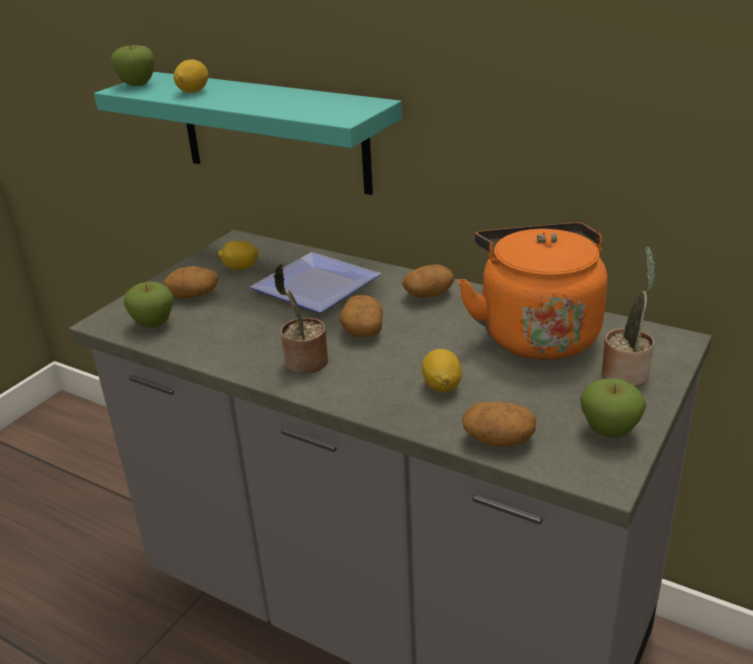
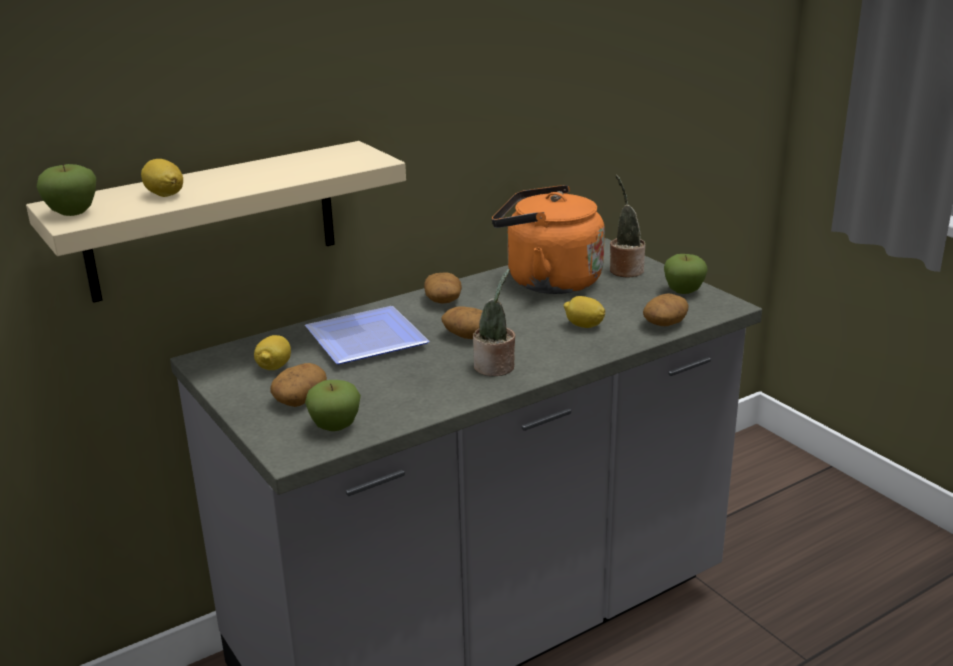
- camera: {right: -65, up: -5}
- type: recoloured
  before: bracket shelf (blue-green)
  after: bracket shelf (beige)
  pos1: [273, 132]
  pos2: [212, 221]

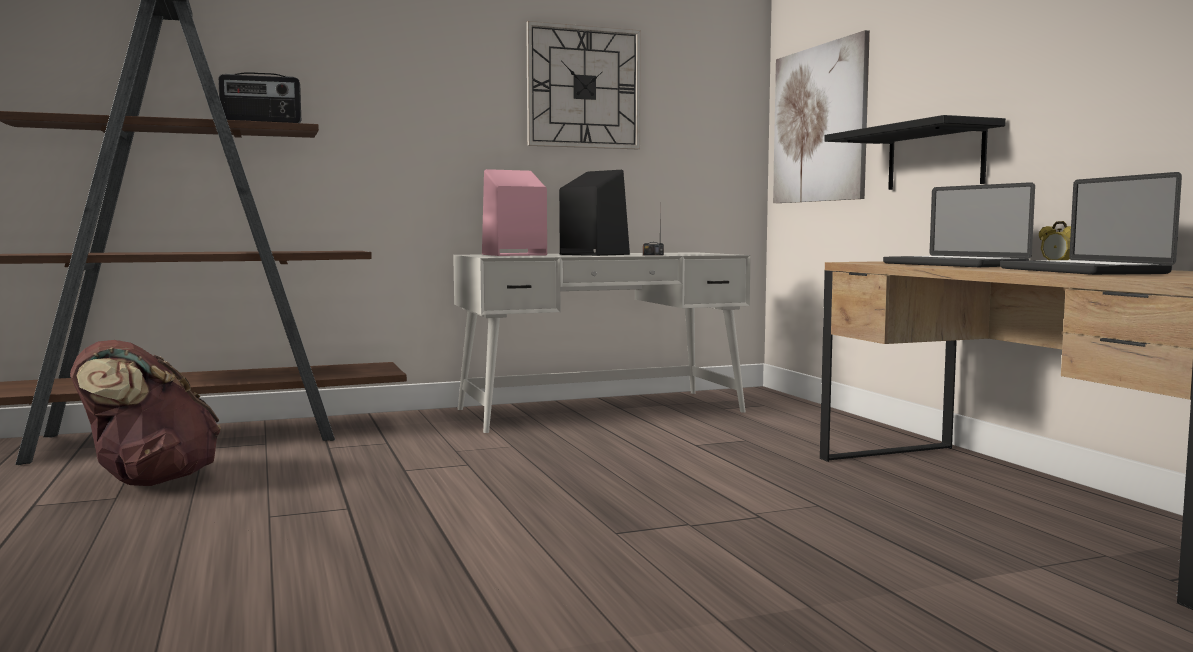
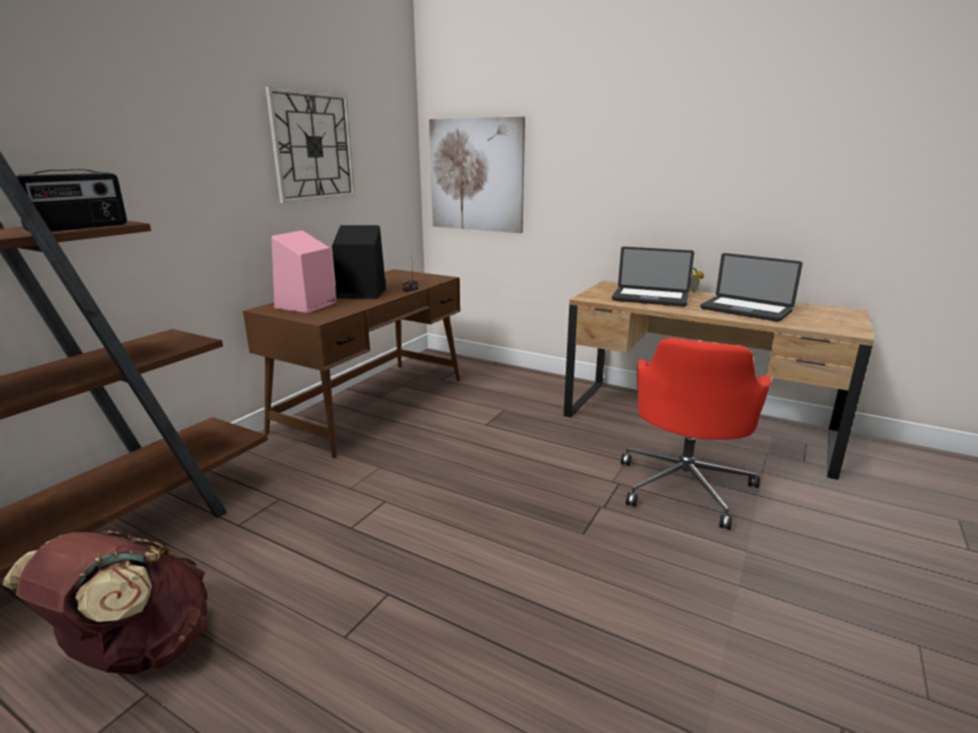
- camera: {right: -40, up: 15}
- type: recoloured
  before: desk unit (white-coloured)
  after: desk unit (brown-coloured)
  pos1: [601, 410]
  pos2: [373, 404]
- type: removed
  before: bracket shelf (black-coloured)
  pos1: [935, 157]
- type: added
  after: desk chair (red)
  pos2: [685, 485]

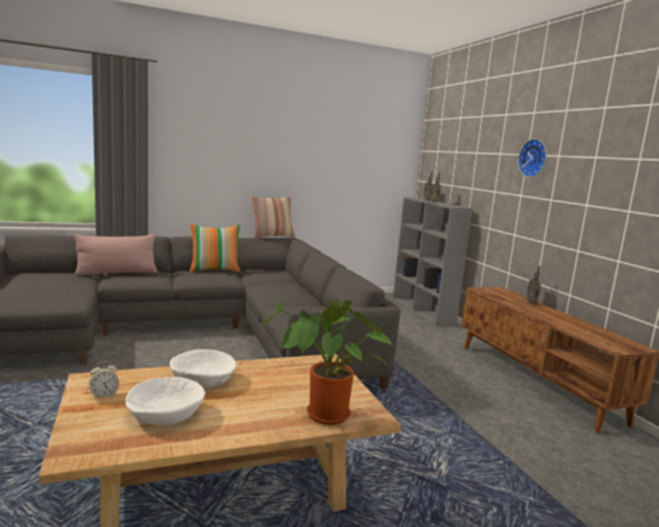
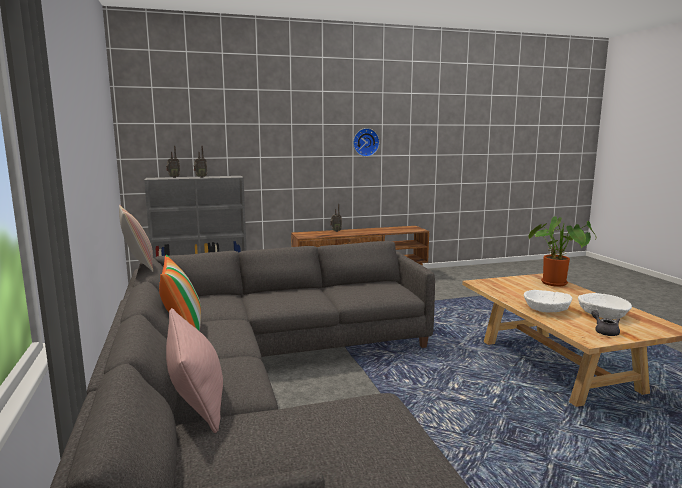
- camera: {right: -85, up: 0}
- type: replaced
  before: alarm clock
  after: teapot (grey)
  pos1: [104, 395]
  pos2: [605, 331]
- type: moved
  before: hanging clock
  pos1: [534, 158]
  pos2: [365, 142]

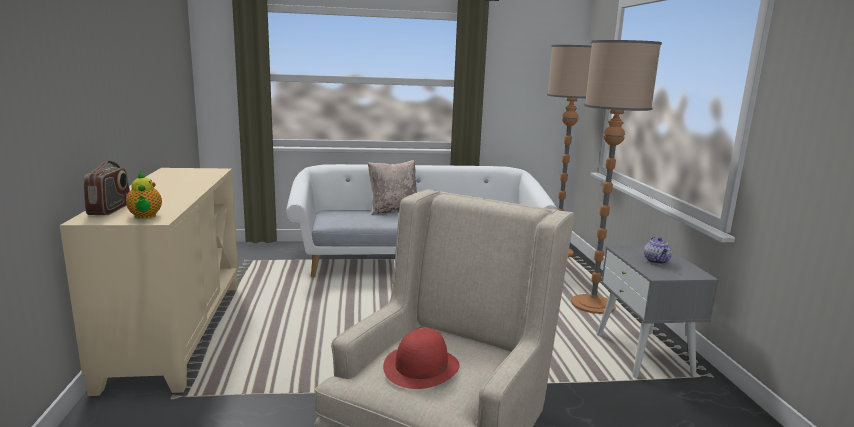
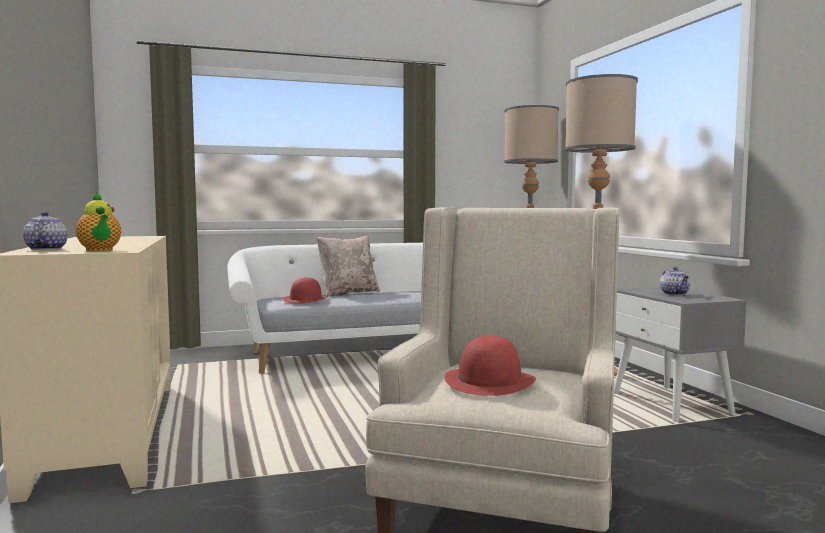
- camera: {right: -10, up: -10}
- type: replaced
  before: radio set
  after: teapot
  pos1: [110, 209]
  pos2: [46, 249]
- type: added
  after: hat (red)
  pos2: [306, 300]

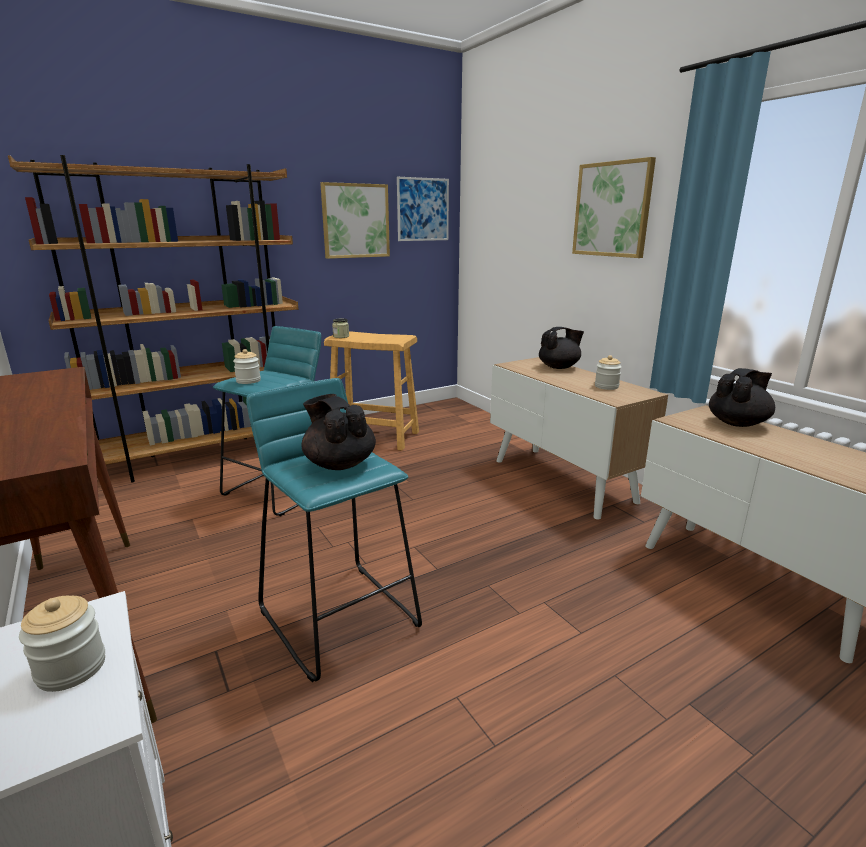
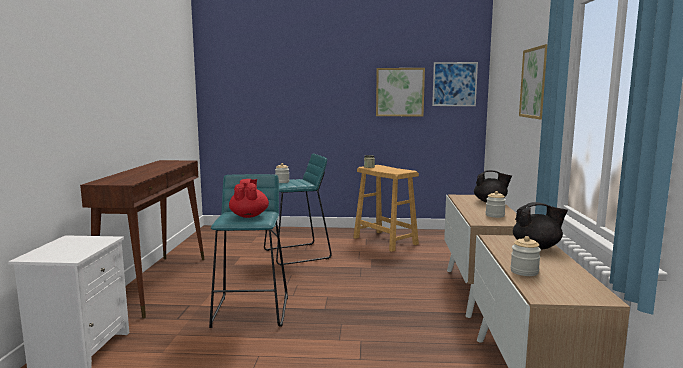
- camera: {right: 35, up: -10}
- type: removed
  before: bookshelf (brown-coloured)
  pos1: [206, 455]
- type: moved
  before: jar
  pos1: [71, 668]
  pos2: [524, 271]
- type: recoloured
  before: teapot (black-coloured)
  after: teapot (red)
  pos1: [339, 464]
  pos2: [249, 216]

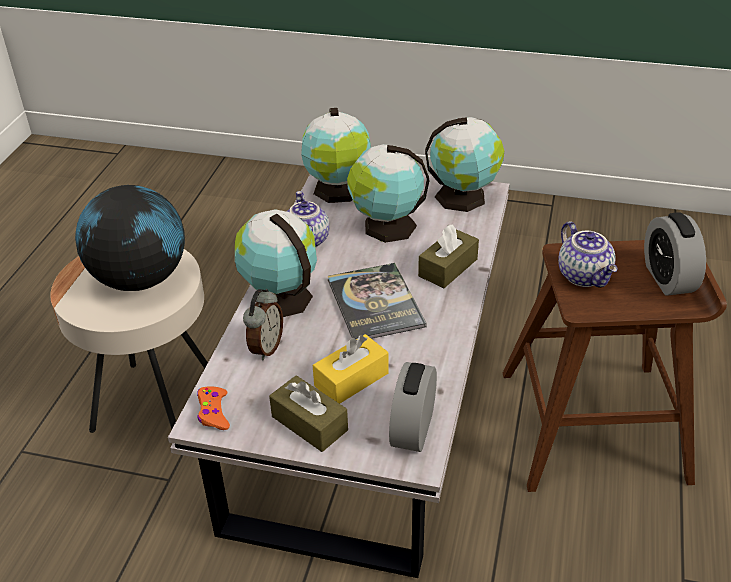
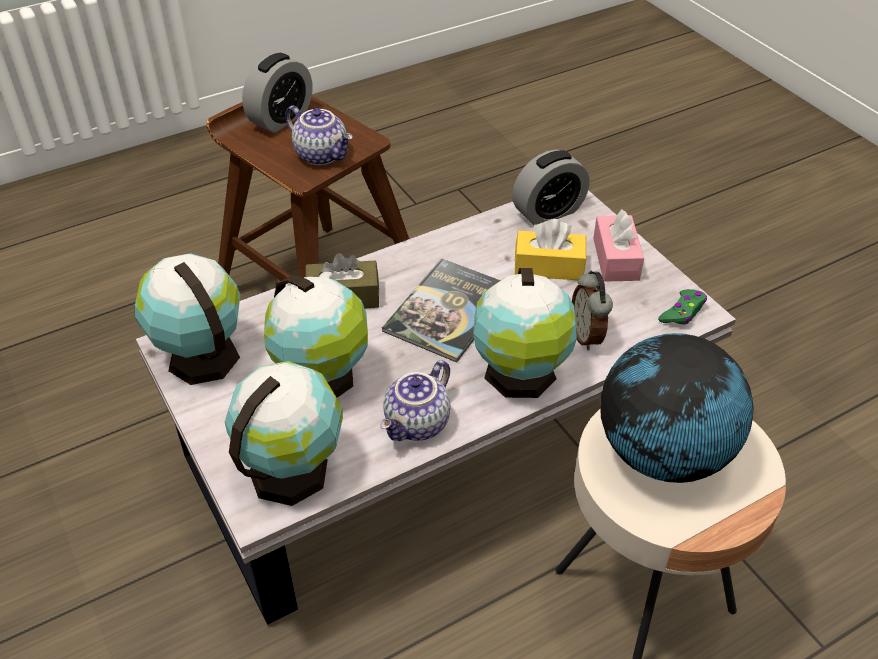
- camera: {right: -135, up: 5}
- type: recoloured
  before: joypad (orangey)
  after: joypad (green-coloured)
  pos1: [213, 412]
  pos2: [682, 312]
- type: turned
  before: alarm clock
  pos1: [265, 348]
  pos2: [587, 336]
  turn: -75
- type: recoloured
  before: box of tissues (brown-coloured)
  after: box of tissues (pink)
  pos1: [309, 423]
  pos2: [615, 259]
- type: turned
  before: teapot
  pos1: [585, 276]
  pos2: [322, 155]
  turn: 105

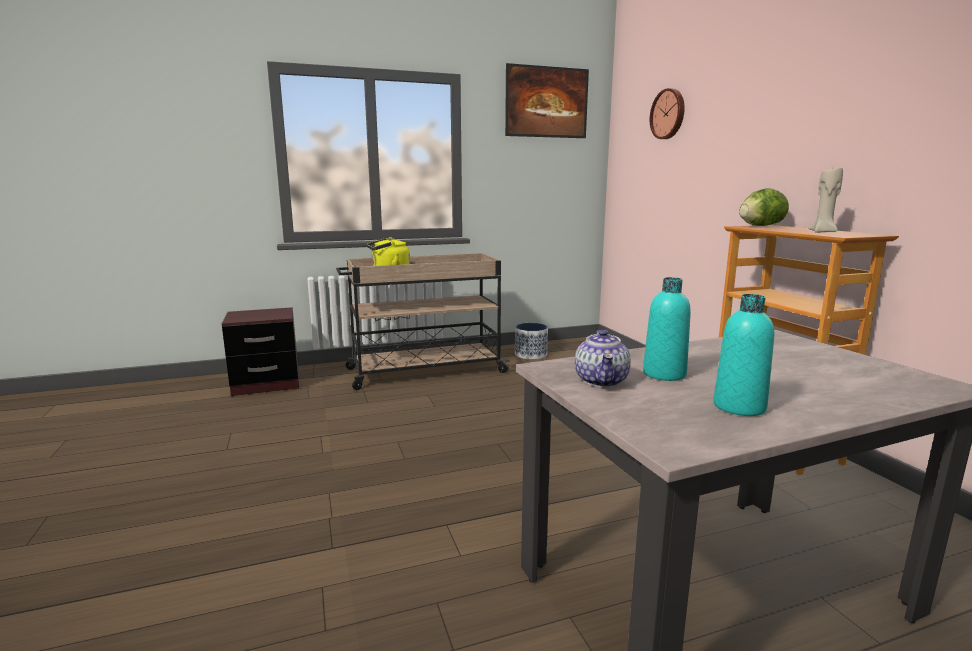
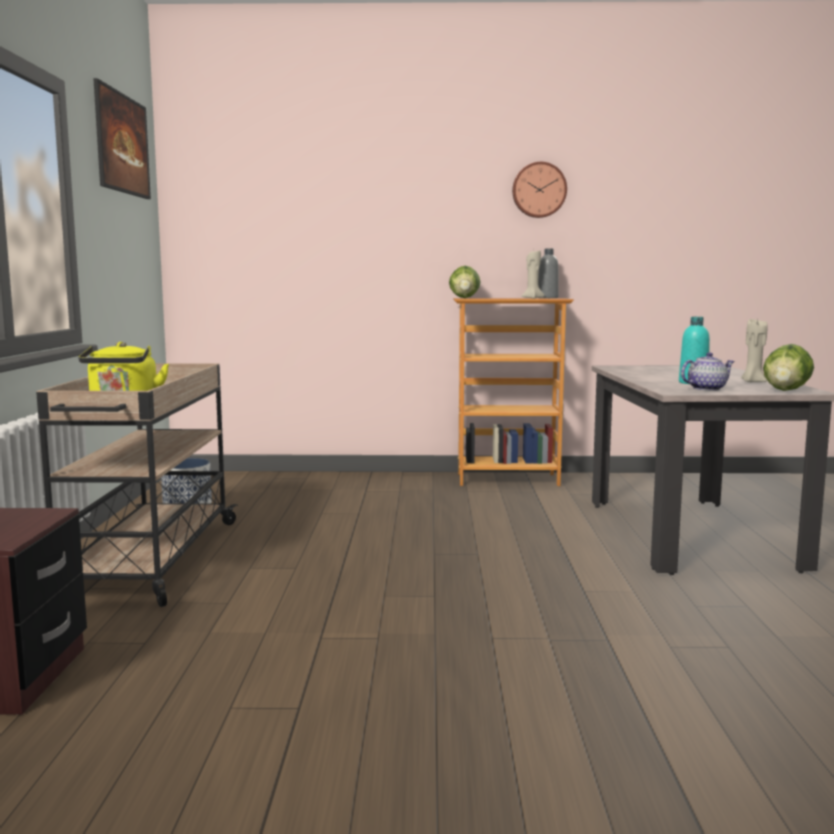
- camera: {right: -70, up: -5}
- type: turned
  before: teapot
  pos1: [602, 381]
  pos2: [706, 389]
  turn: -45
- type: moved
  before: hanging clock
  pos1: [668, 114]
  pos2: [539, 190]
- type: replaced
  before: bottle (blue-green)
  after: wax light (beige)
  pos1: [739, 407]
  pos2: [752, 382]
- type: added
  after: bottle (grey)
  pos2: [547, 298]
- type: added
  after: head of lettuce
  pos2: [786, 390]

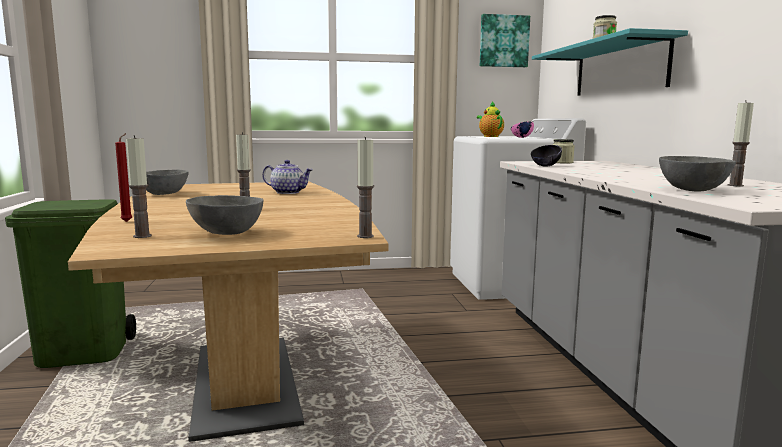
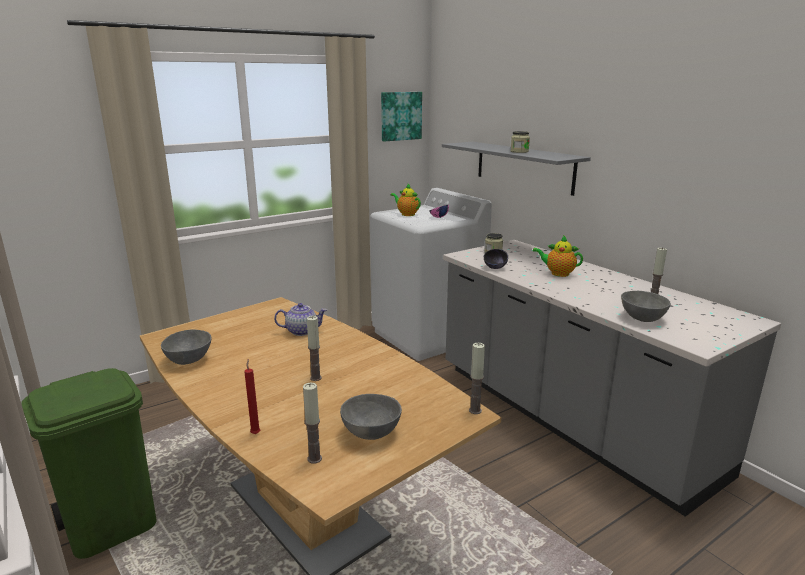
- camera: {right: -25, up: 10}
- type: recoloured
  before: bracket shelf (blue-green)
  after: bracket shelf (grey)
  pos1: [619, 69]
  pos2: [523, 167]
- type: added
  after: teapot
  pos2: [557, 273]

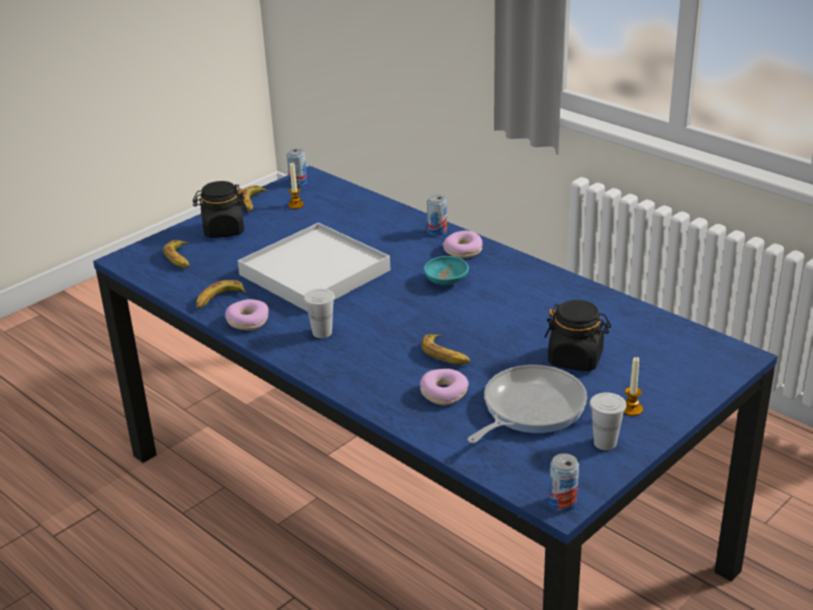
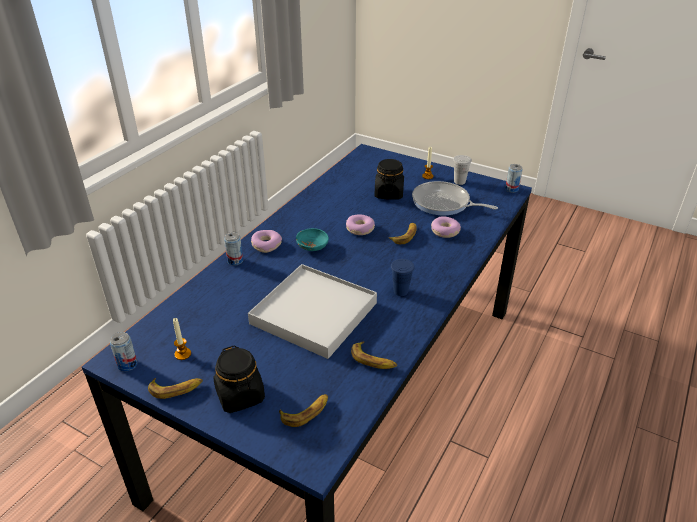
- camera: {right: -105, up: 5}
- type: moved
  before: donut
  pos1: [247, 321]
  pos2: [360, 229]
- type: recoloured
  before: drinking cup (white-coloured)
  after: drinking cup (blue-coloured)
  pos1: [322, 332]
  pos2: [400, 291]

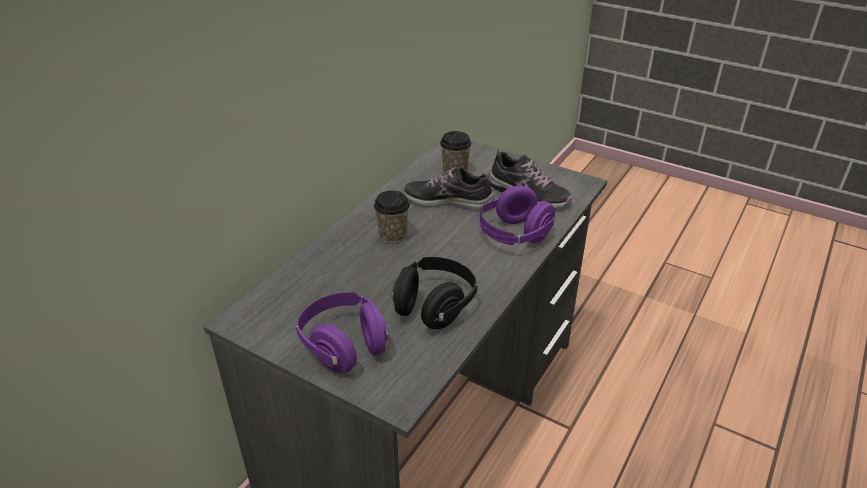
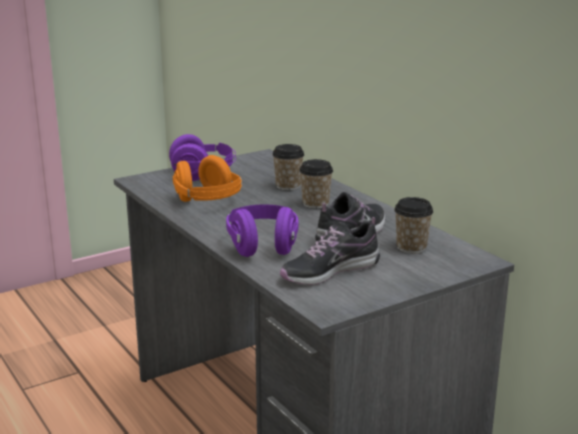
- camera: {right: 115, up: -15}
- type: recoloured
  before: headphones (black-coloured)
  after: headphones (orangey)
  pos1: [434, 306]
  pos2: [207, 201]
- type: added
  after: drinking cup
  pos2: [288, 186]

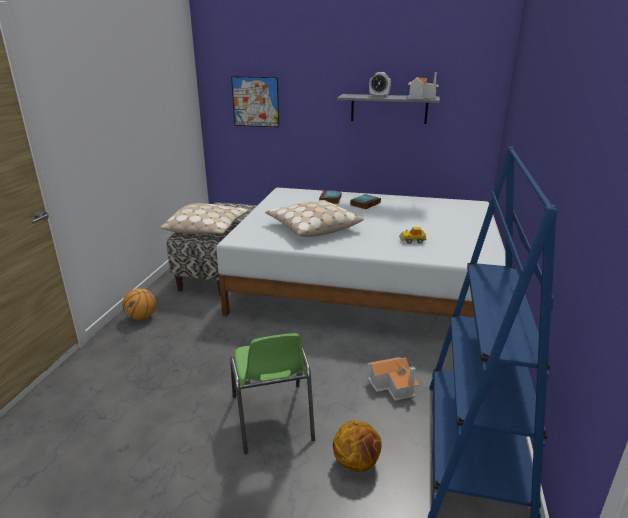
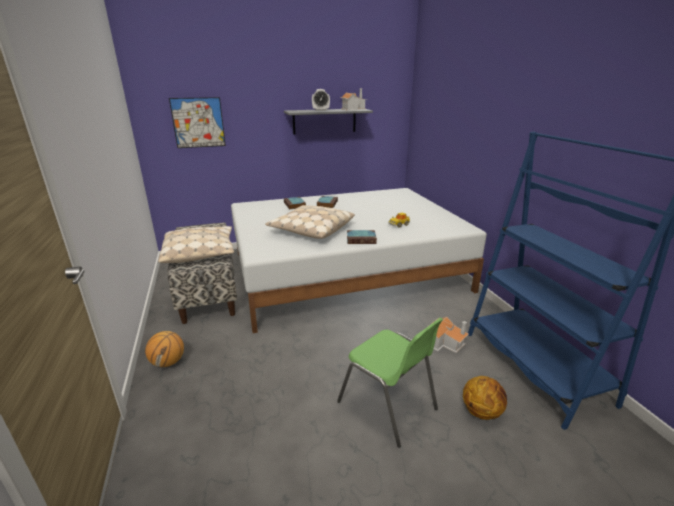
- camera: {right: -30, up: 0}
- type: added
  after: volume
  pos2: [361, 239]

